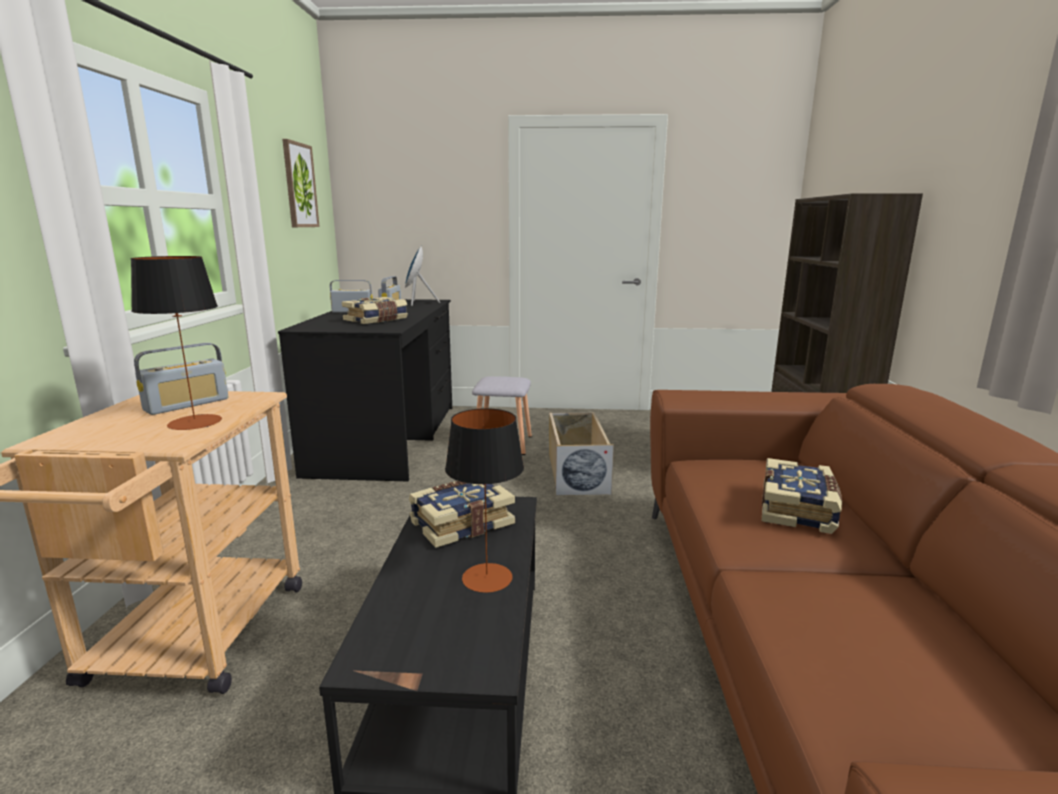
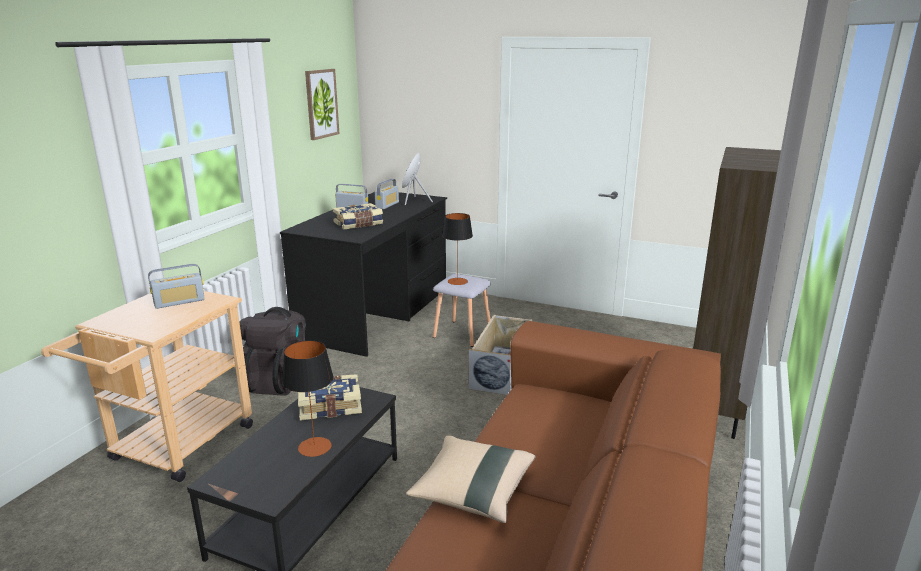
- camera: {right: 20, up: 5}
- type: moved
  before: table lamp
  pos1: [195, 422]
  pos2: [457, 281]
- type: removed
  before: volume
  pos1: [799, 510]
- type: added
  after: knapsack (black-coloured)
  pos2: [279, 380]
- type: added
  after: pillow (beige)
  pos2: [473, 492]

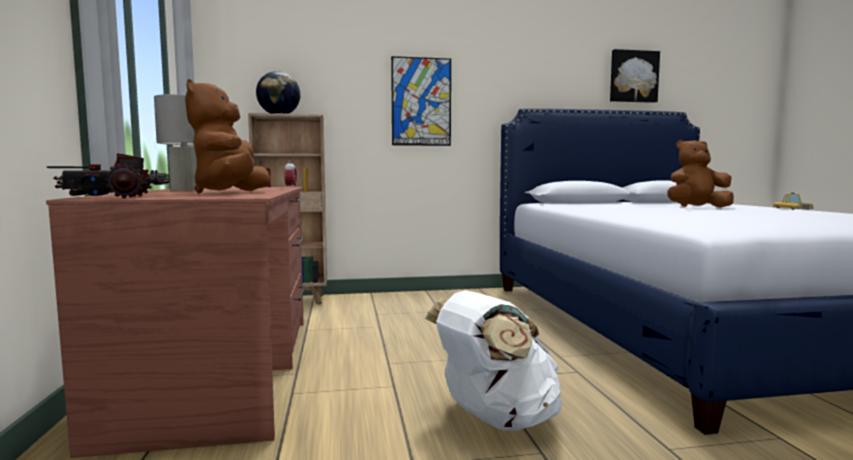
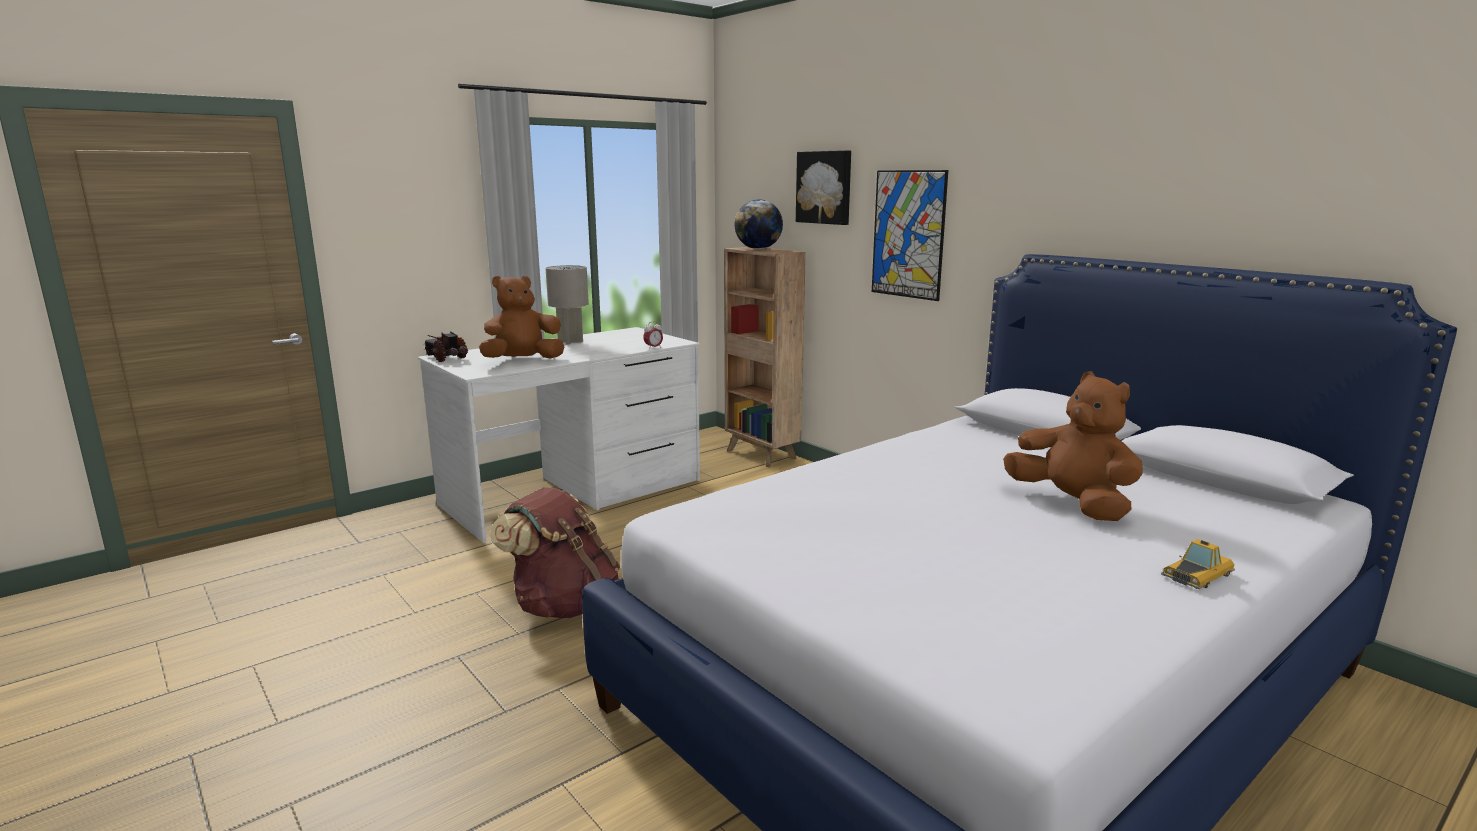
- camera: {right: 60, up: 10}
- type: recoloured
  before: desk unit (brown-coloured)
  after: desk unit (white-coloured)
  pos1: [224, 370]
  pos2: [574, 492]
- type: recoloured
  before: knapsack (white-coloured)
  after: knapsack (brown-coloured)
  pos1: [495, 419]
  pos2: [563, 605]
- type: moved
  before: picture
  pos1: [633, 76]
  pos2: [825, 187]

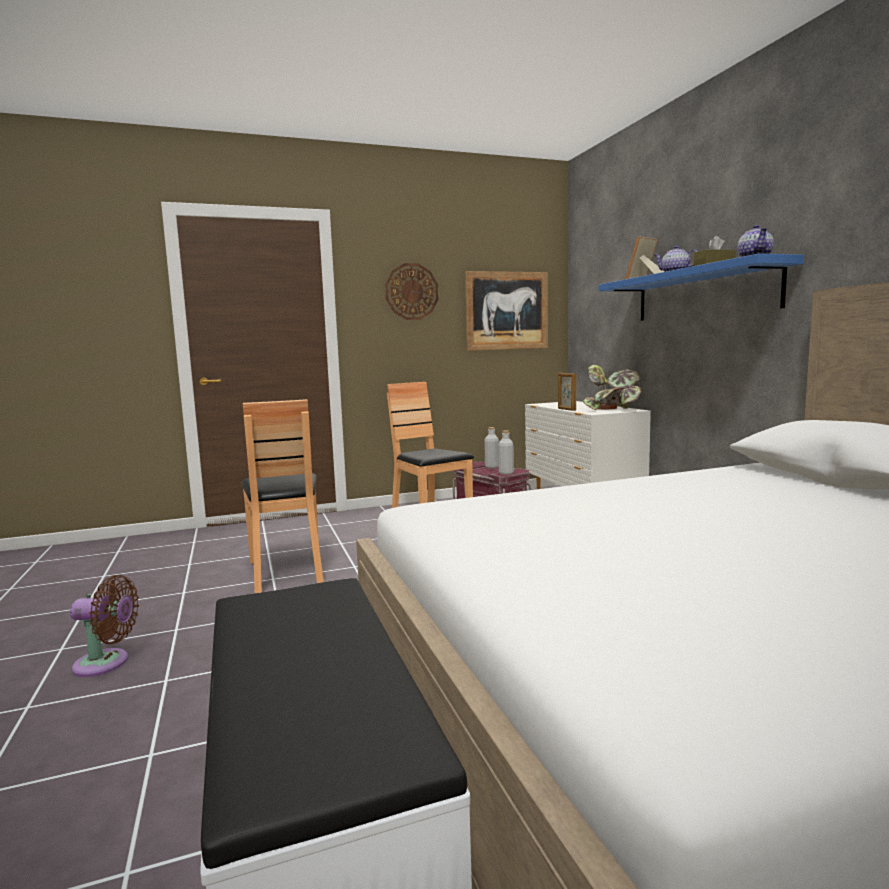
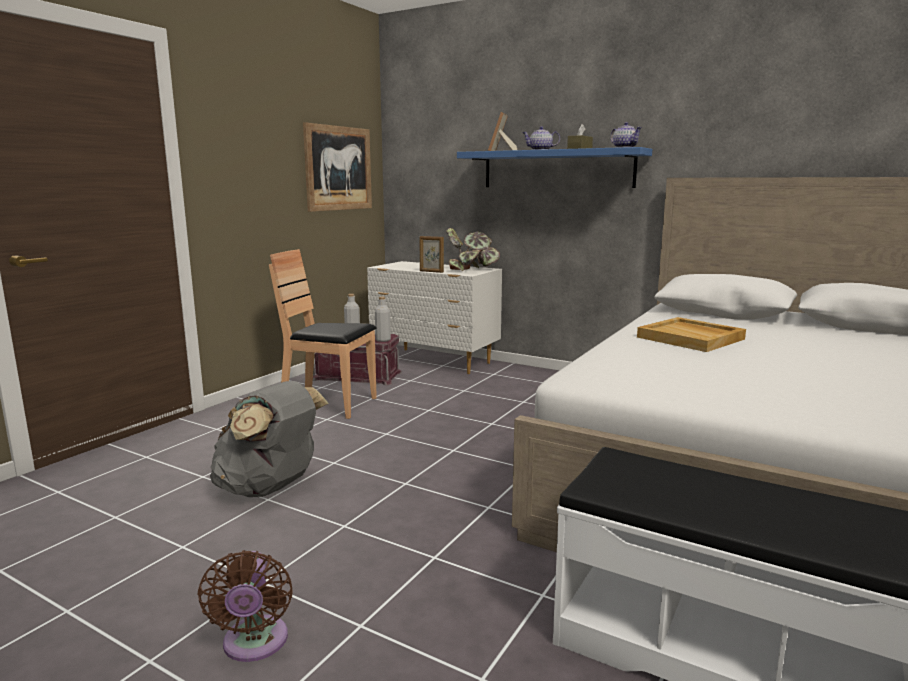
- camera: {right: -40, up: 5}
- type: turned
  before: electric fan (brown-coloured)
  pos1: [106, 663]
  pos2: [254, 644]
  turn: 120
- type: replaced
  before: plain chair (brown-coloured)
  after: knapsack (grey)
  pos1: [287, 572]
  pos2: [270, 488]
- type: removed
  before: hanging clock
  pos1: [411, 291]
- type: added
  after: carrying tray (beige)
  pos2: [691, 338]

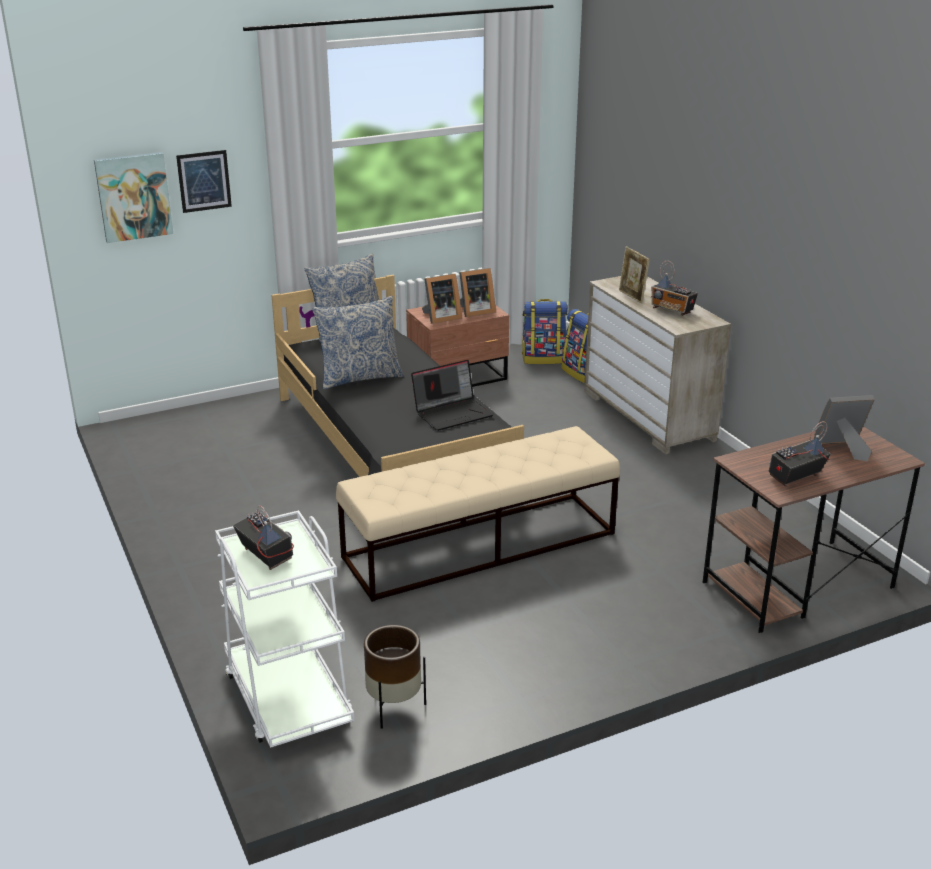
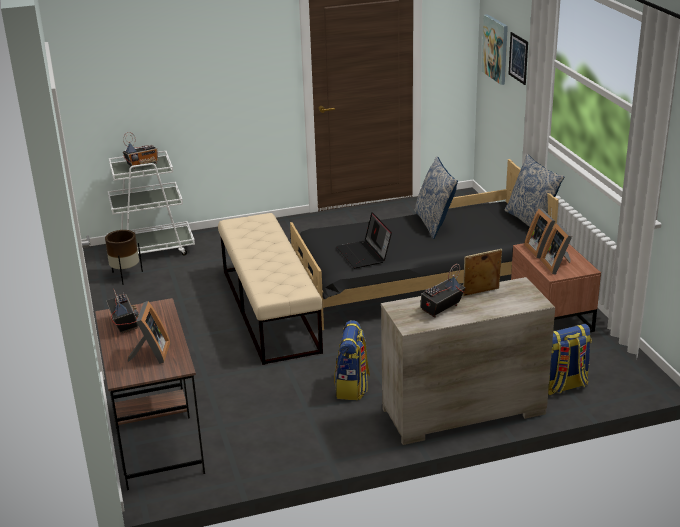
- camera: {right: 100, up: 0}
- type: moved
  before: knapsack
  pos1: [543, 358]
  pos2: [352, 387]

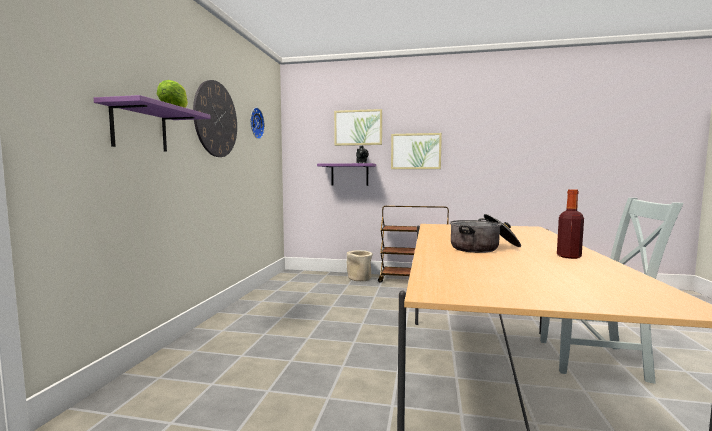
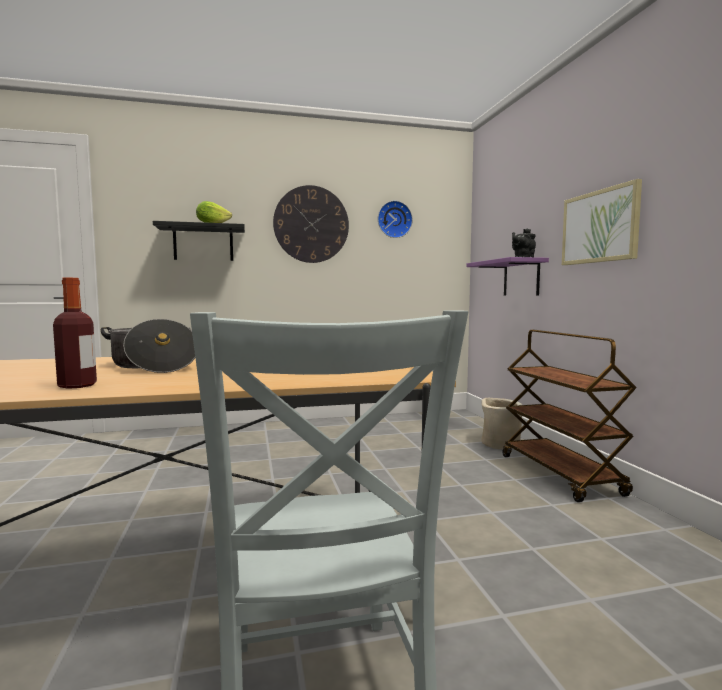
- camera: {right: 65, up: 0}
- type: recoloured
  before: bracket shelf (purple)
  after: bracket shelf (black-coloured)
  pos1: [139, 128]
  pos2: [203, 244]
- type: removed
  before: picture
  pos1: [358, 127]

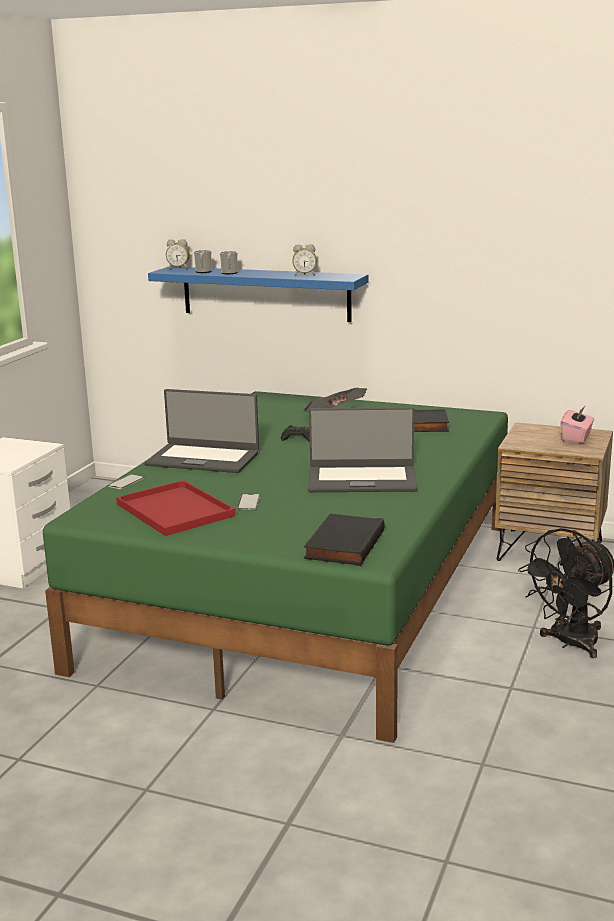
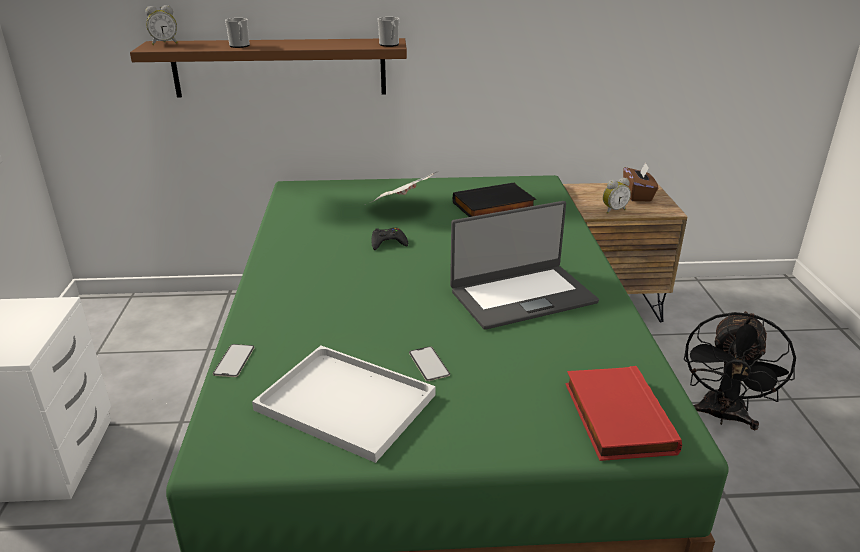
- camera: {right: -25, up: 10}
- type: recoloured
  before: carrying tray (red)
  after: carrying tray (white-coloured)
  pos1: [177, 510]
  pos2: [349, 402]
- type: removed
  before: notebook computer
  pos1: [203, 459]
- type: recoloured
  before: bracket shelf (blue-coloured)
  after: bracket shelf (brown-coloured)
  pos1: [265, 293]
  pos2: [279, 68]
- type: moved
  before: coffee mug
  pos1: [203, 272]
  pos2: [390, 45]
- type: moved
  before: alarm clock
  pos1: [304, 275]
  pos2: [613, 210]
- type: recoloured
  before: volume (black-coloured)
  after: volume (red)
  pos1: [343, 544]
  pos2: [615, 417]
- type: recoloured
  before: box of tissues (pink)
  after: box of tissues (brown-coloured)
  pos1: [576, 438]
  pos2: [638, 195]

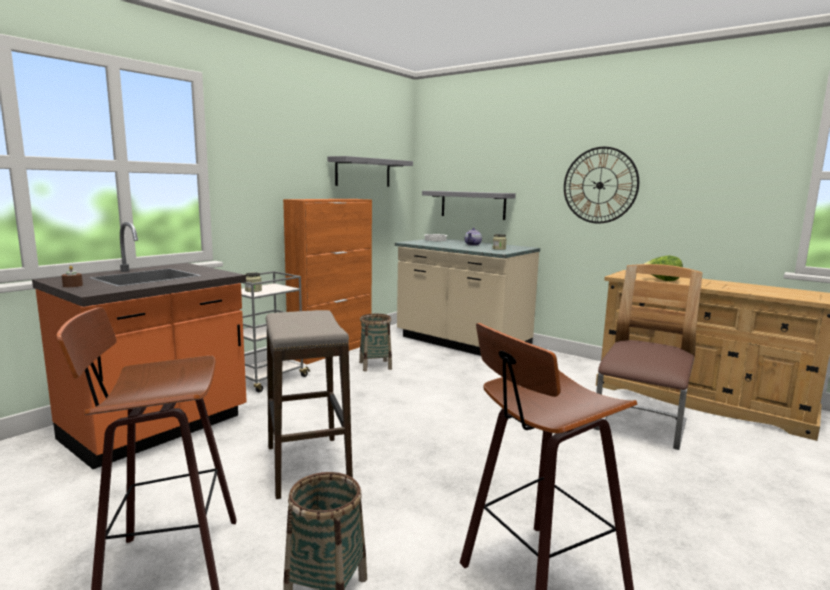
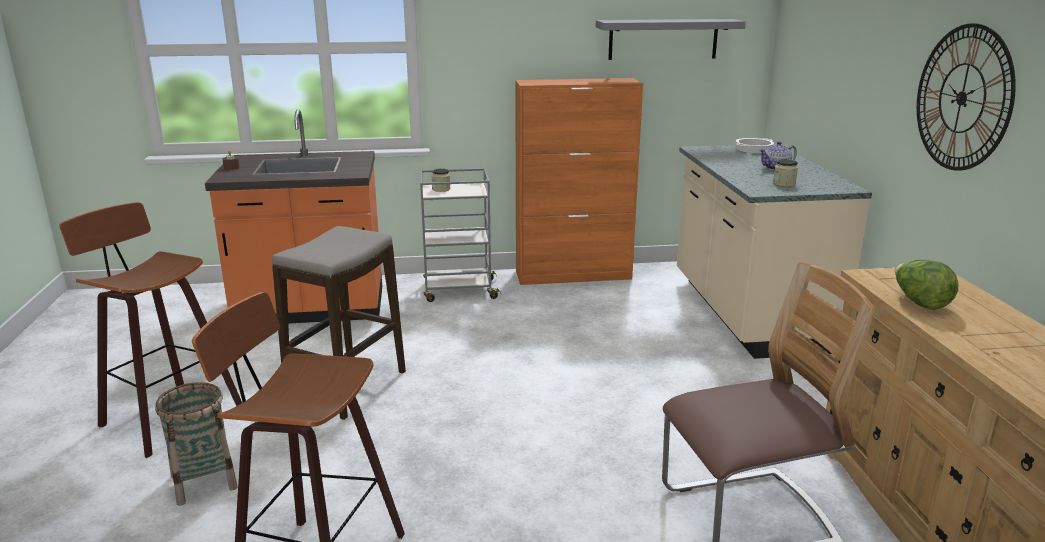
- camera: {right: 45, up: 10}
- type: removed
  before: storage basket
  pos1: [375, 366]
- type: removed
  before: bracket shelf (grey)
  pos1: [472, 205]

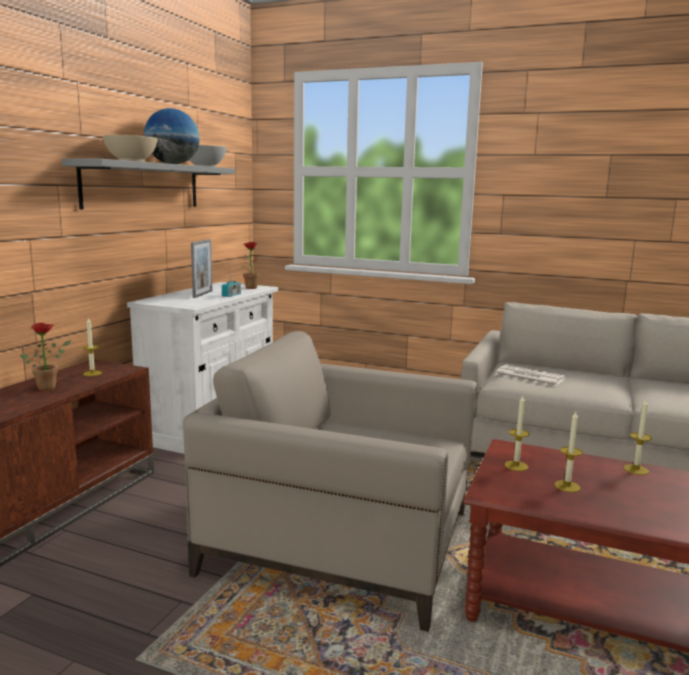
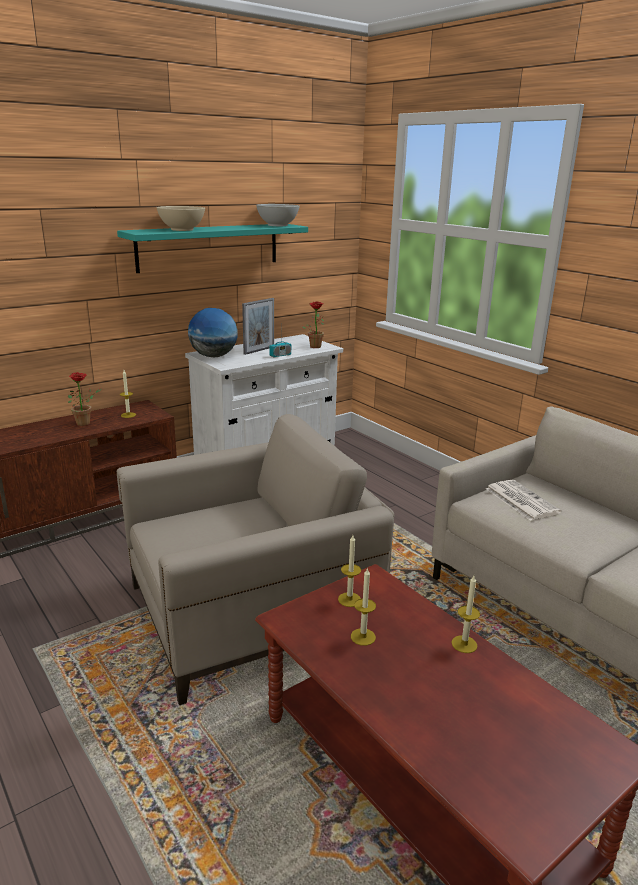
- camera: {right: 30, up: 10}
- type: recoloured
  before: bracket shelf (grey)
  after: bracket shelf (blue-green)
  pos1: [143, 186]
  pos2: [209, 247]
- type: moved
  before: desk globe
  pos1: [173, 164]
  pos2: [213, 356]
- type: turned
  before: armchair (beige)
  pos1: [341, 542]
  pos2: [251, 612]
  turn: 105

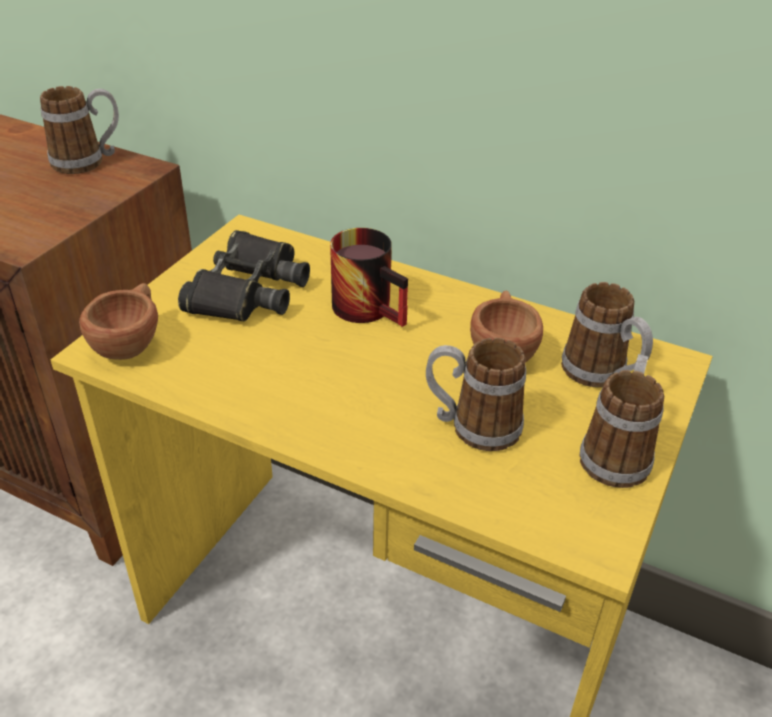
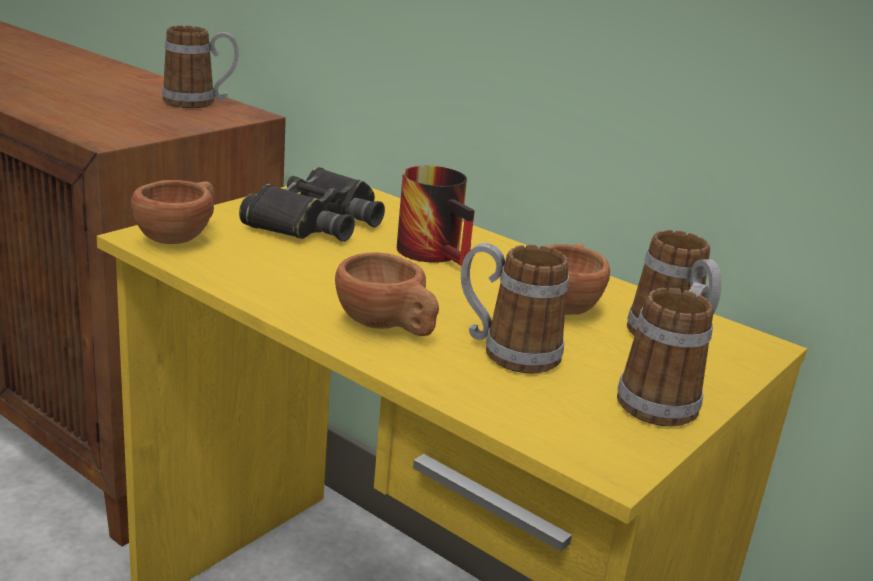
- camera: {right: 10, up: -15}
- type: added
  after: drinking cup (brown-coloured)
  pos2: [387, 327]

